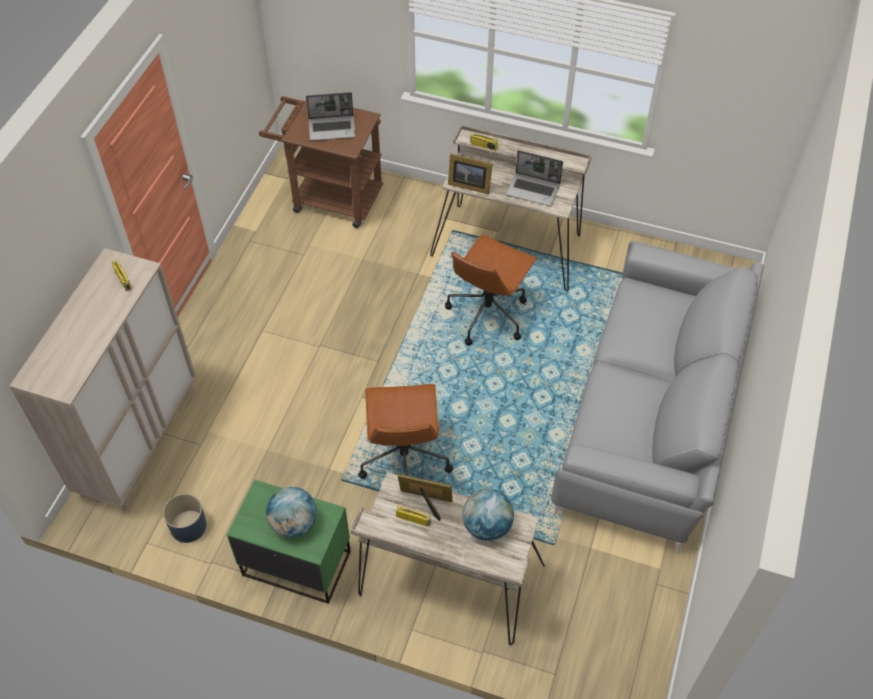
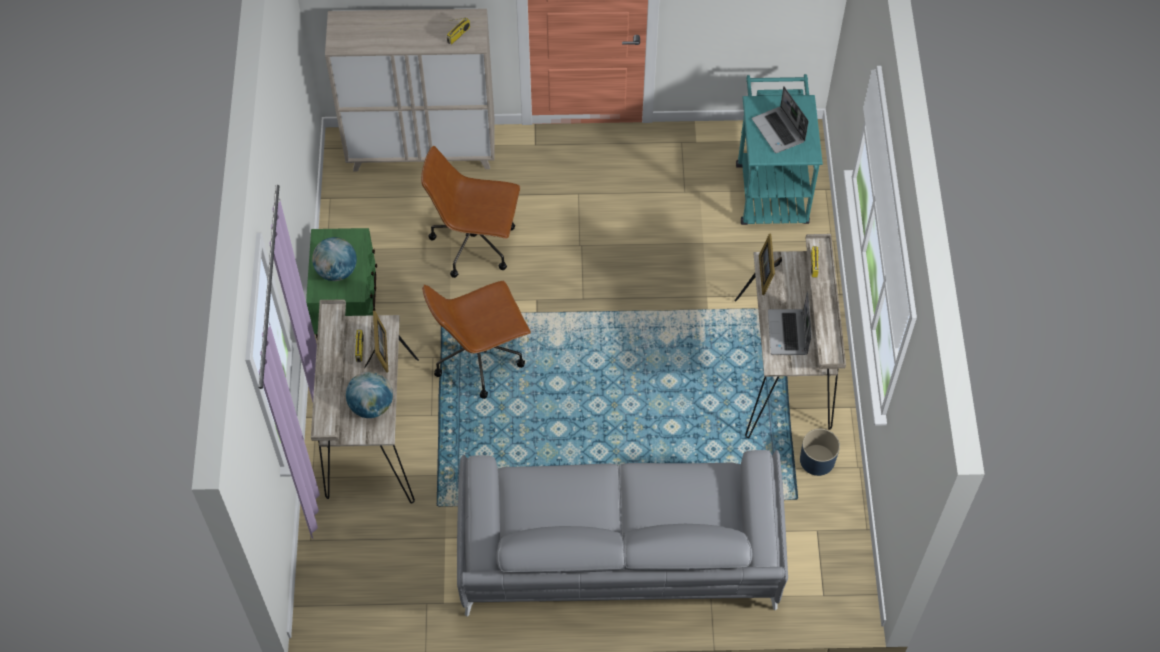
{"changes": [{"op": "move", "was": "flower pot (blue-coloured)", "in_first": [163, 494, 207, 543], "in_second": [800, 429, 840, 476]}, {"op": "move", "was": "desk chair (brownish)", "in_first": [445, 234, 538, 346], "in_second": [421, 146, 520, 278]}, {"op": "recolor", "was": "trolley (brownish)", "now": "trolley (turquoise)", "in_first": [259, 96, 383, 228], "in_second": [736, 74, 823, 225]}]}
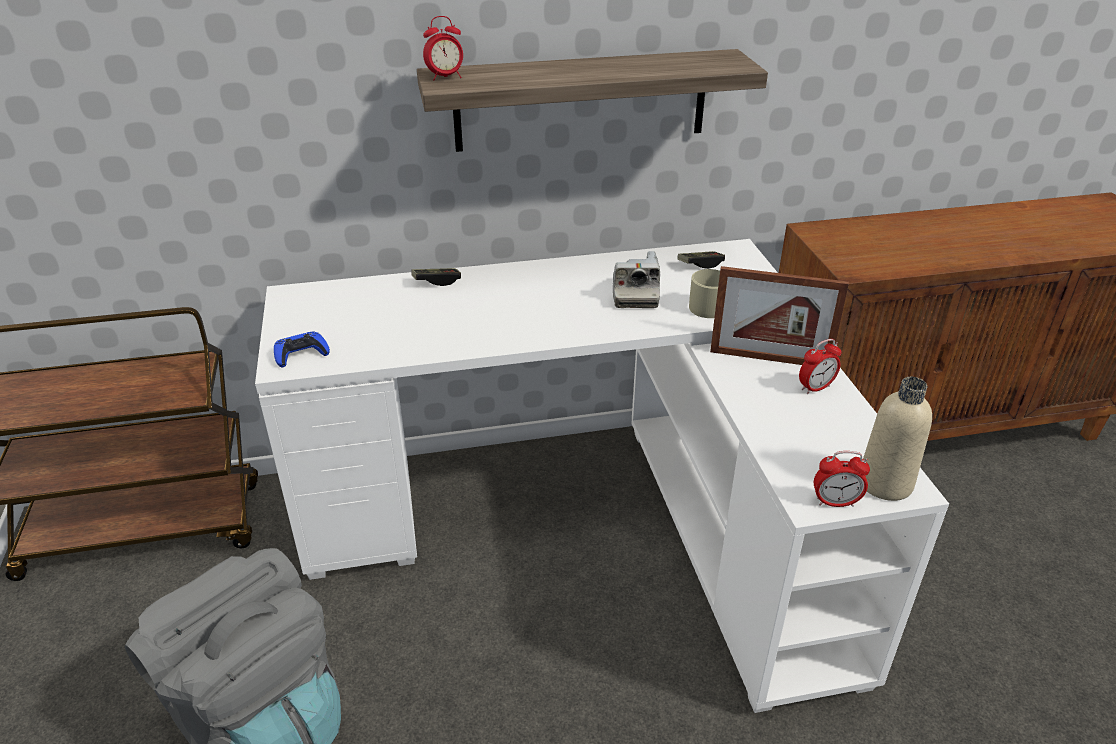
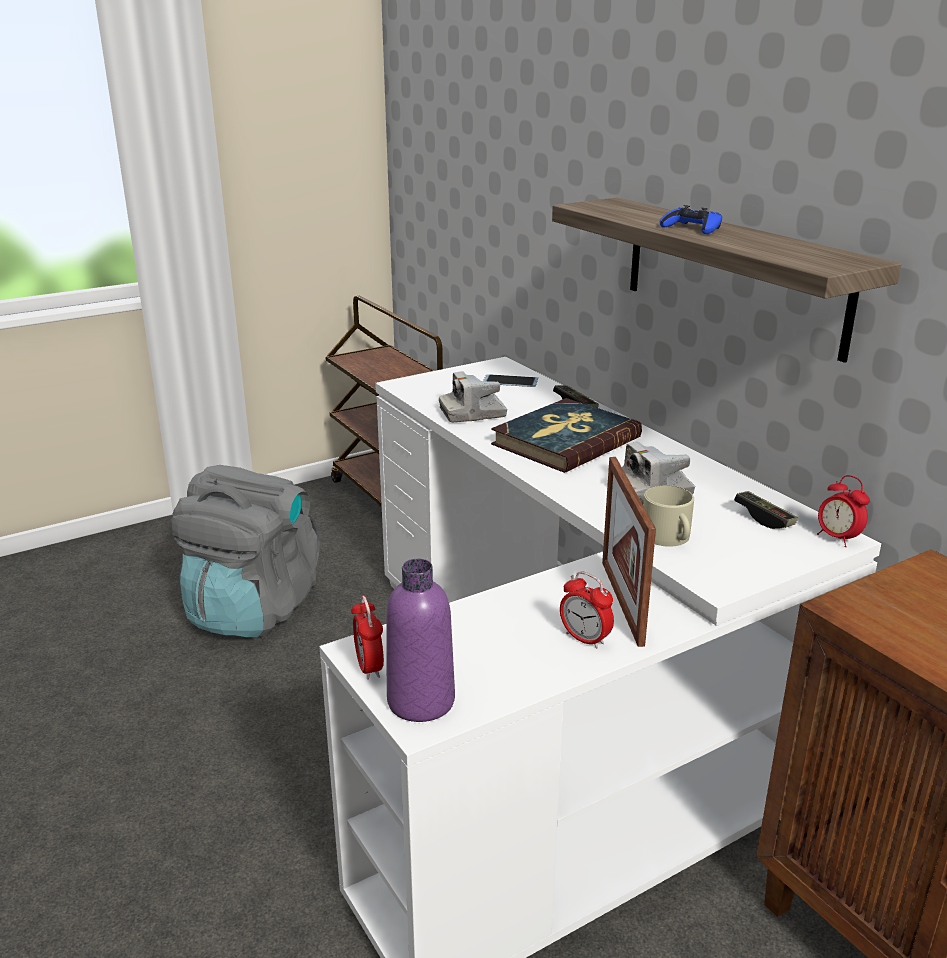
{"changes": [{"op": "insert", "now": "still camera", "in_second": [439, 371, 507, 423]}, {"op": "insert", "now": "handset", "in_second": [483, 374, 538, 387]}, {"op": "insert", "now": "volume", "in_second": [491, 398, 642, 473]}, {"op": "move", "was": "game controller (blue-coloured)", "in_first": [274, 331, 330, 368], "in_second": [660, 205, 722, 234]}, {"op": "move", "was": "table clock", "in_first": [423, 16, 463, 81], "in_second": [817, 475, 870, 547]}, {"op": "recolor", "was": "beverage bottle (beige)", "now": "beverage bottle (purplish)", "in_first": [863, 377, 932, 501], "in_second": [386, 559, 455, 722]}]}
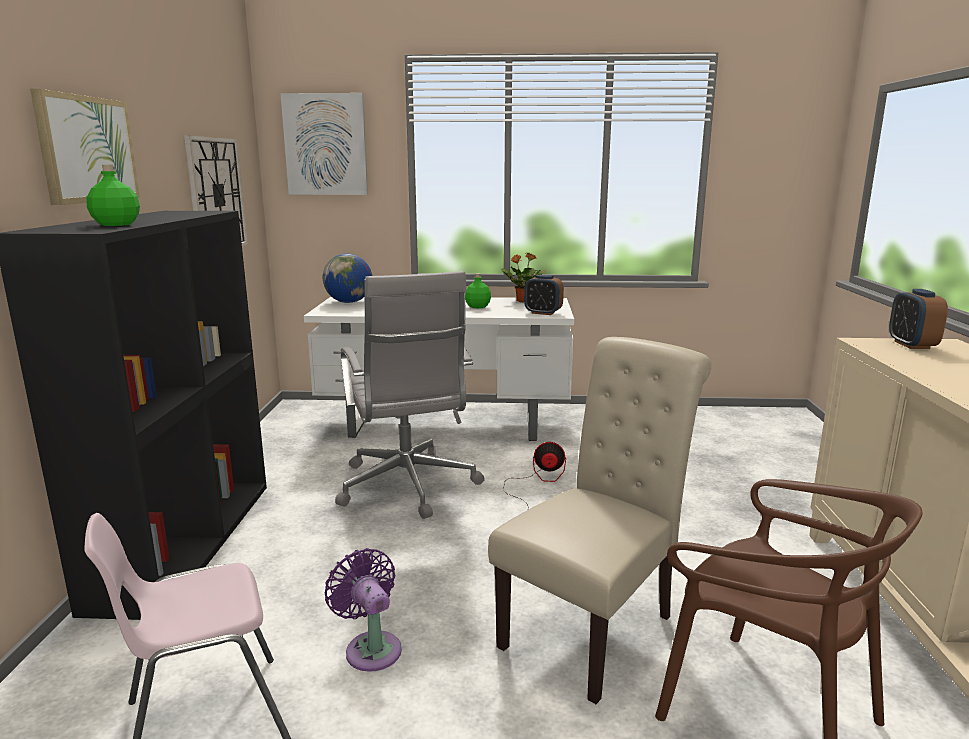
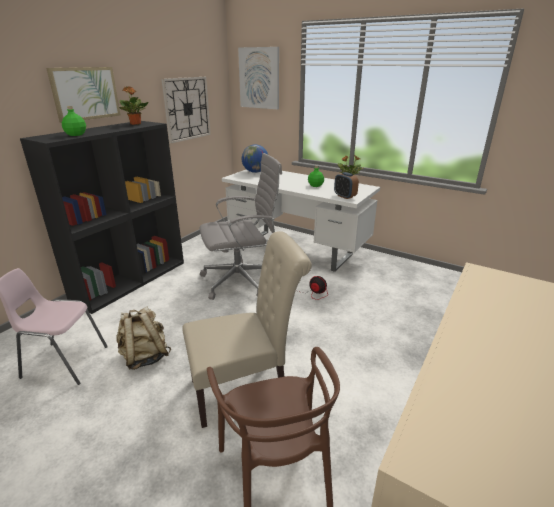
{"changes": [{"op": "delete", "was": "table clock", "in_first": [889, 289, 948, 349]}, {"op": "insert", "now": "plant in a pot", "in_second": [119, 86, 148, 125]}, {"op": "replace", "was": "electric fan (purplish)", "now": "rucksack (beige)", "in_first": [325, 548, 402, 672], "in_second": [116, 307, 171, 370]}, {"op": "rotate", "was": "desk chair (grey)", "in_first": [335, 271, 485, 519], "in_second": [200, 153, 282, 300], "clockwise": -120}]}
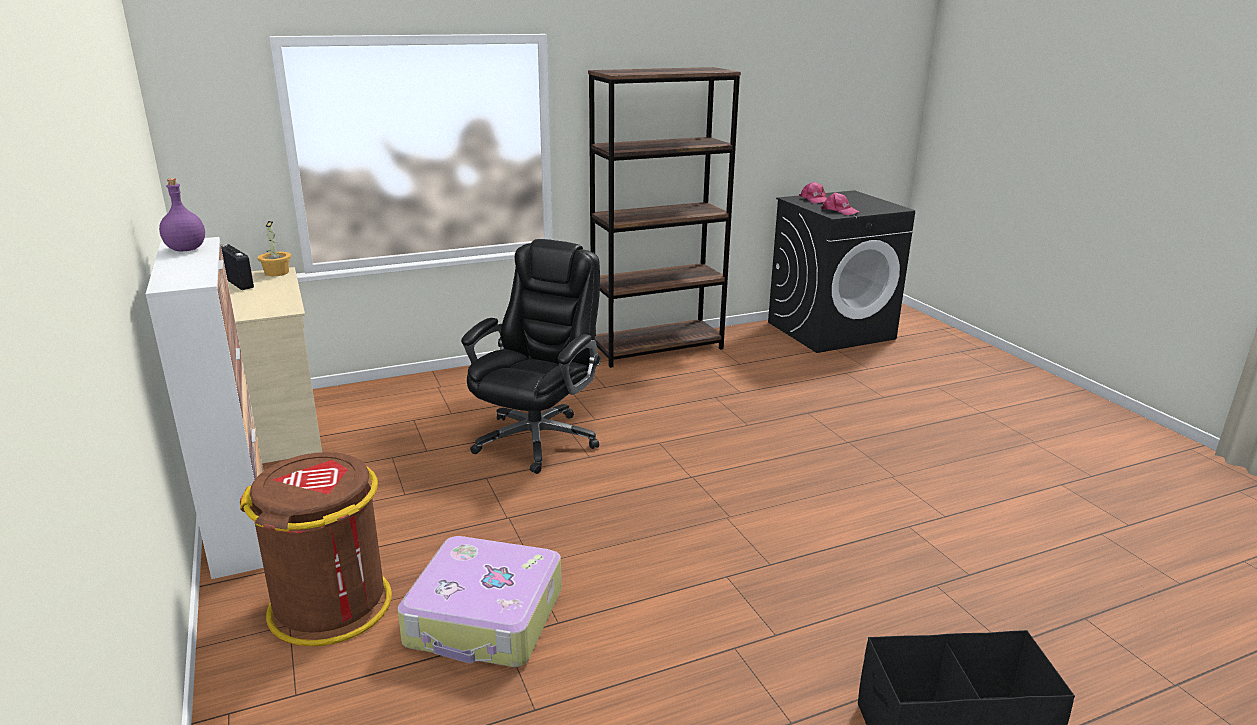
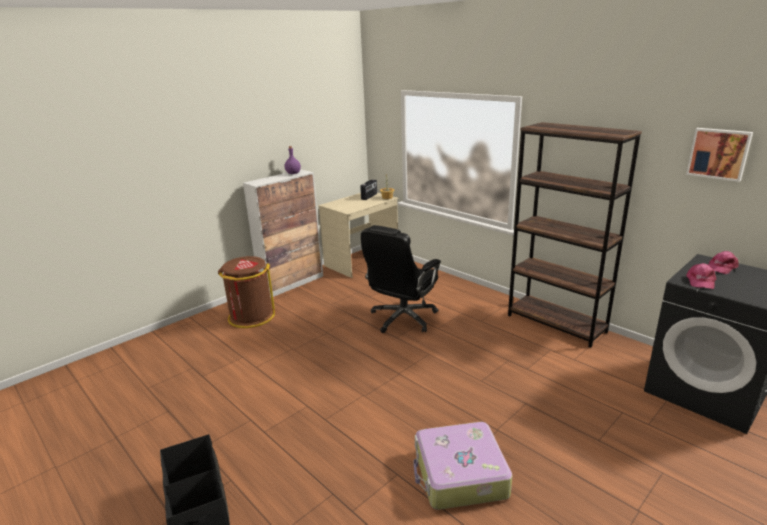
{"changes": [{"op": "insert", "now": "wall art", "in_second": [686, 128, 753, 182]}, {"op": "move", "was": "piece of luggage", "in_first": [397, 536, 562, 667], "in_second": [413, 422, 512, 510]}, {"op": "rotate", "was": "desk chair (blackish)", "in_first": [461, 239, 601, 474], "in_second": [361, 225, 441, 333], "clockwise": 120}]}
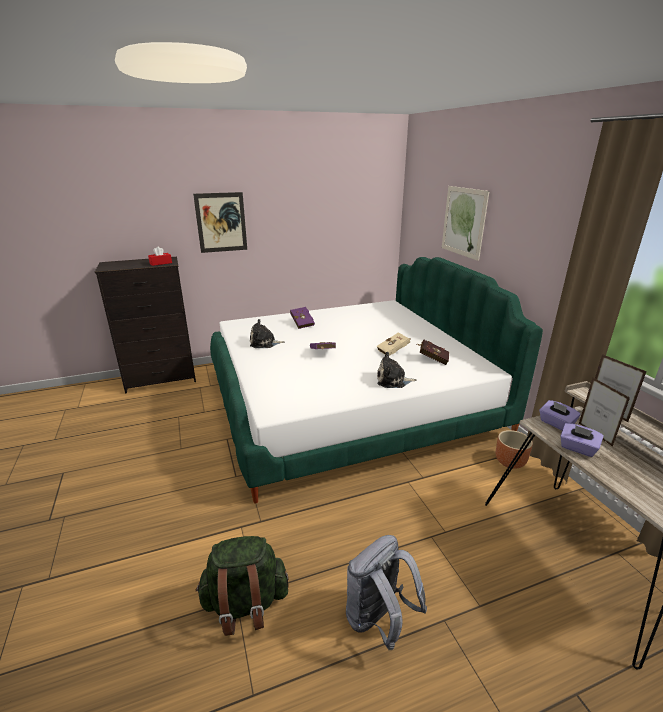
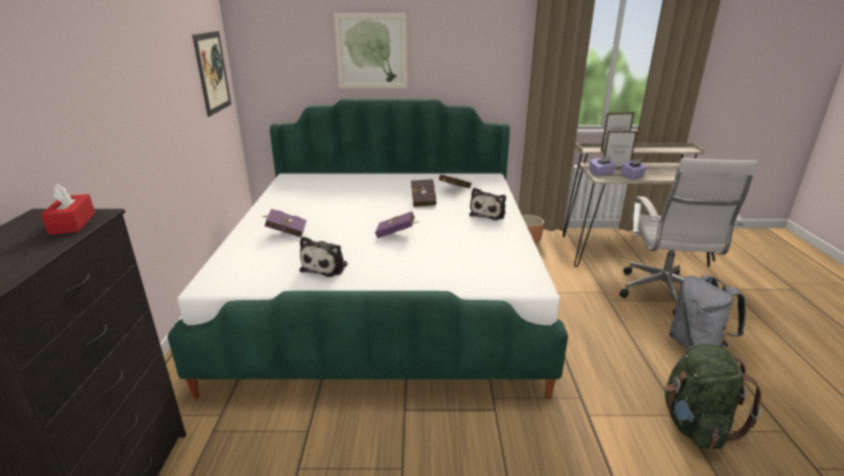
{"changes": [{"op": "insert", "now": "desk chair (white)", "in_second": [619, 158, 758, 316]}, {"op": "move", "was": "wall art", "in_first": [193, 192, 247, 253], "in_second": [192, 31, 231, 117]}, {"op": "recolor", "was": "volume (beige)", "now": "volume (reddish)", "in_first": [377, 332, 411, 356], "in_second": [411, 179, 436, 207]}]}
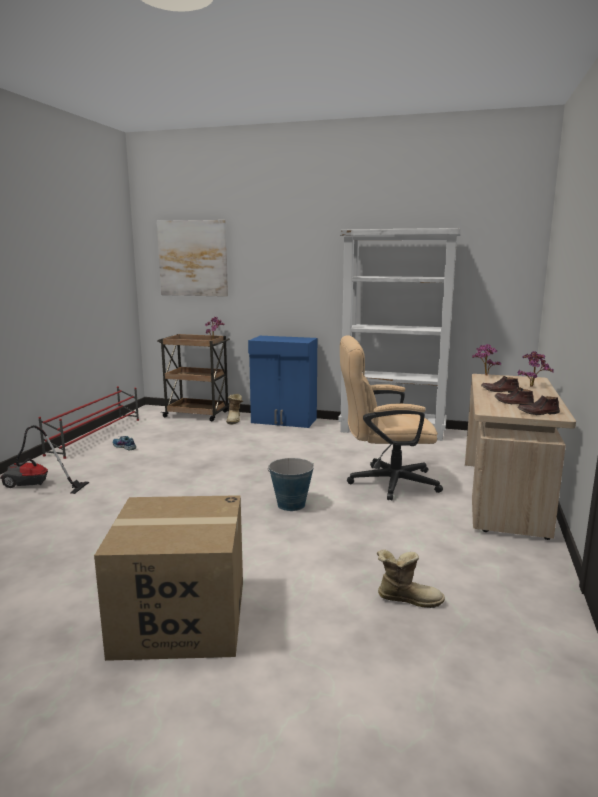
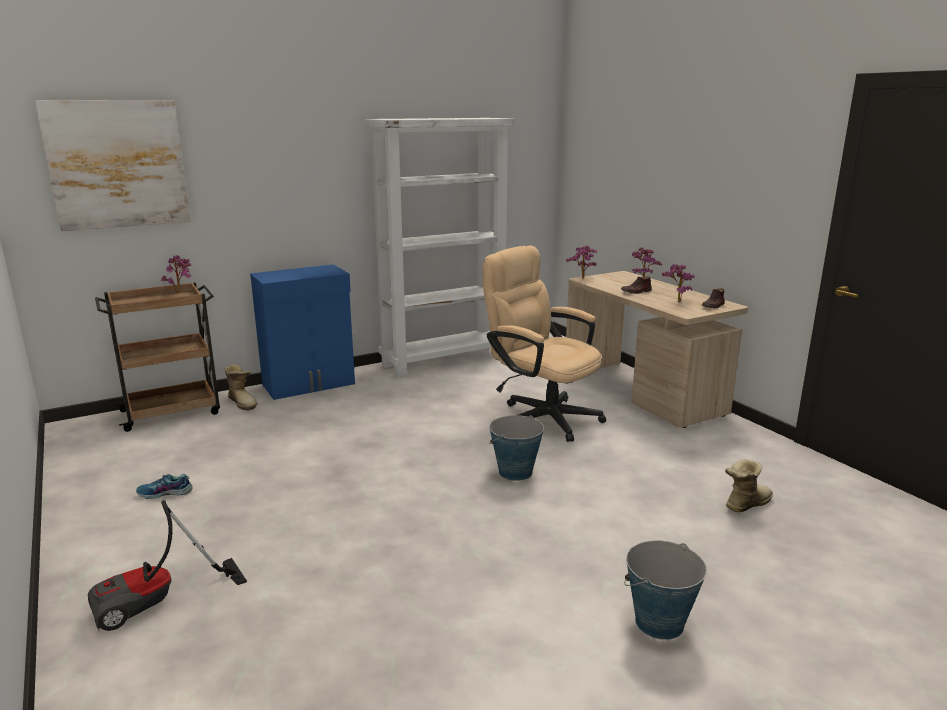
{"changes": [{"op": "delete", "was": "shoe shelf (reddish)", "in_first": [38, 386, 139, 459]}, {"op": "replace", "was": "carton", "now": "water bucket", "in_first": [94, 495, 243, 661], "in_second": [624, 540, 707, 640]}, {"op": "replace", "was": "item of footwear (brownish)", "now": "plant in a pot", "in_first": [495, 387, 534, 405], "in_second": [662, 264, 695, 302]}, {"op": "rotate", "was": "desk chair (beige)", "in_first": [340, 335, 443, 500], "in_second": [483, 245, 606, 442], "clockwise": 90}]}
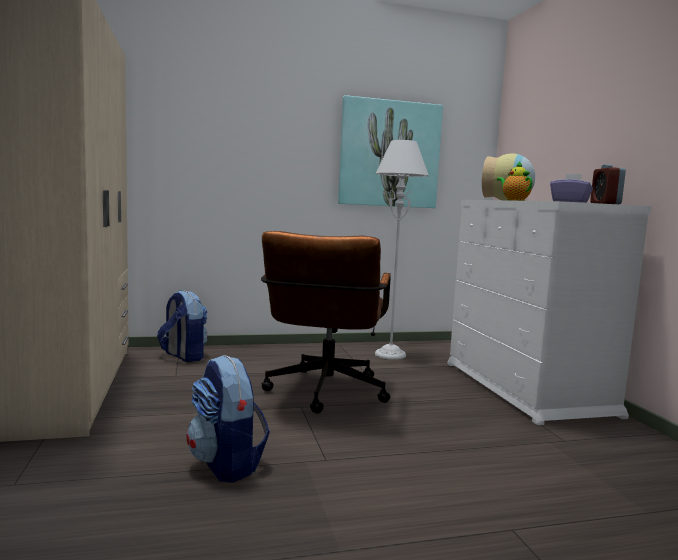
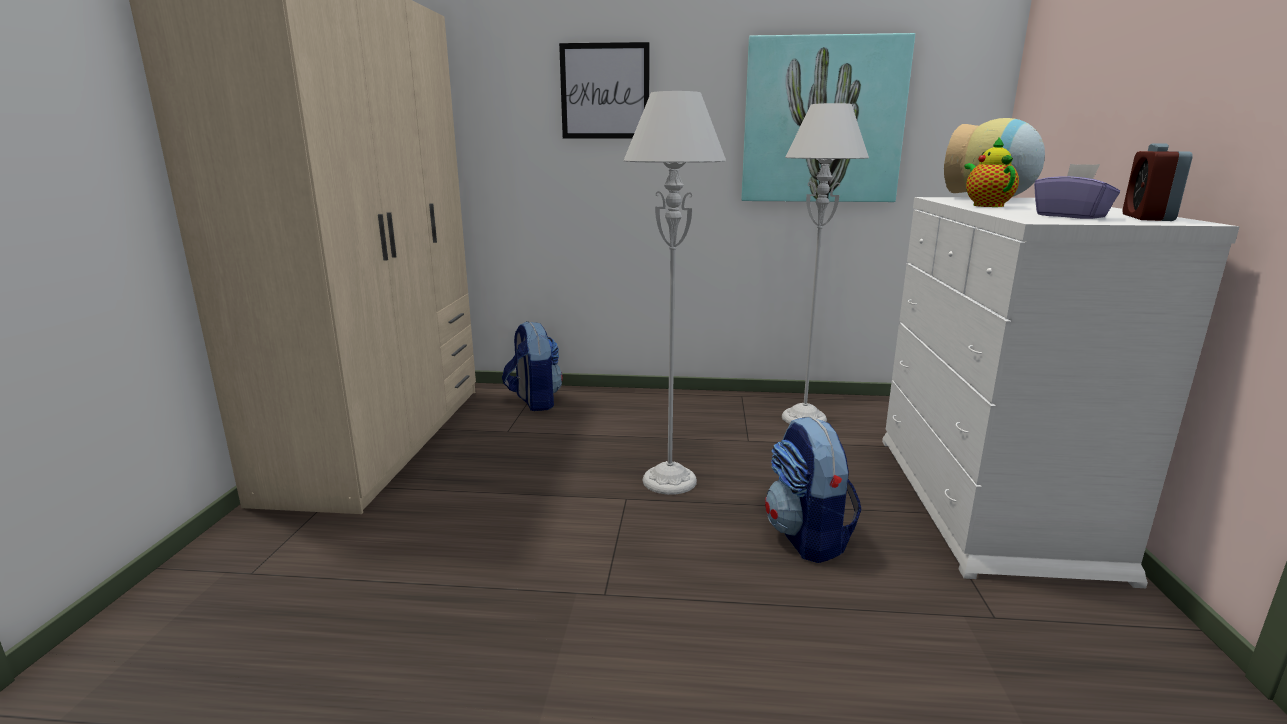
{"changes": [{"op": "insert", "now": "wall art", "in_second": [559, 42, 650, 139]}, {"op": "move", "was": "rucksack", "in_first": [187, 355, 270, 483], "in_second": [765, 417, 862, 563]}, {"op": "replace", "was": "desk chair (brownish)", "now": "standing lamp (grey)", "in_first": [261, 231, 391, 413], "in_second": [624, 91, 726, 495]}]}
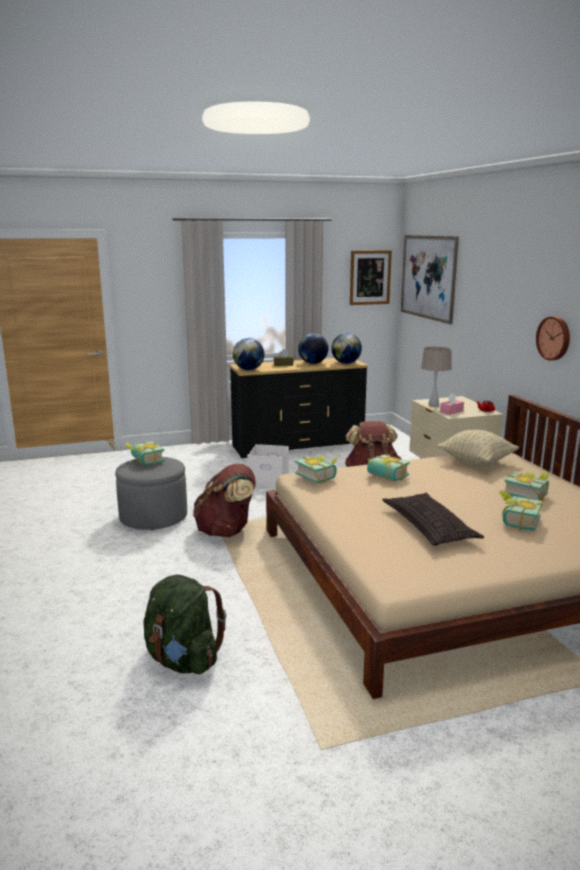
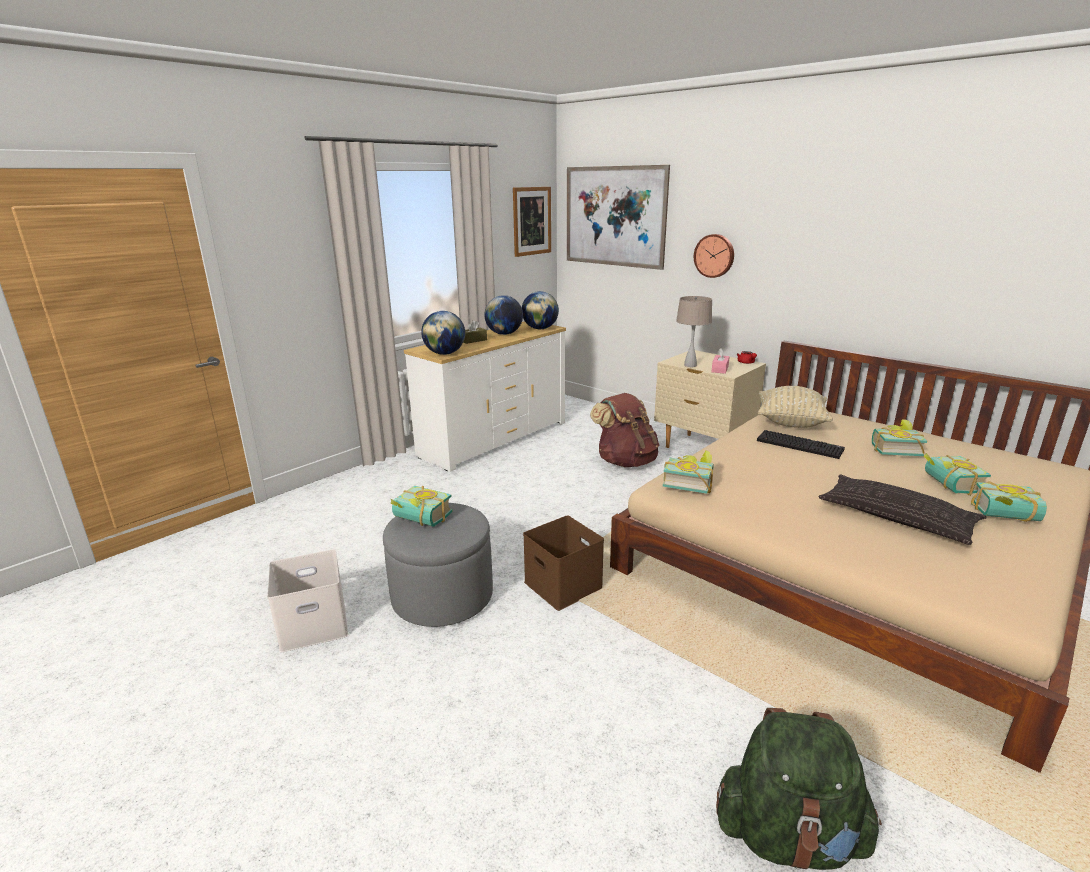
{"changes": [{"op": "insert", "now": "computer keyboard", "in_second": [757, 430, 845, 459]}, {"op": "move", "was": "storage box (white)", "in_first": [248, 444, 289, 490], "in_second": [267, 549, 348, 653]}, {"op": "move", "was": "volume", "in_first": [367, 454, 410, 481], "in_second": [971, 481, 1047, 522]}, {"op": "move", "was": "wall clock", "in_first": [536, 316, 570, 361], "in_second": [694, 234, 734, 278]}, {"op": "replace", "was": "rucksack (brownish)", "now": "storage box (brownish)", "in_first": [193, 463, 256, 537], "in_second": [523, 516, 604, 611]}, {"op": "recolor", "was": "dresser (blackish)", "now": "dresser (white)", "in_first": [229, 358, 368, 458], "in_second": [404, 321, 566, 472]}]}
